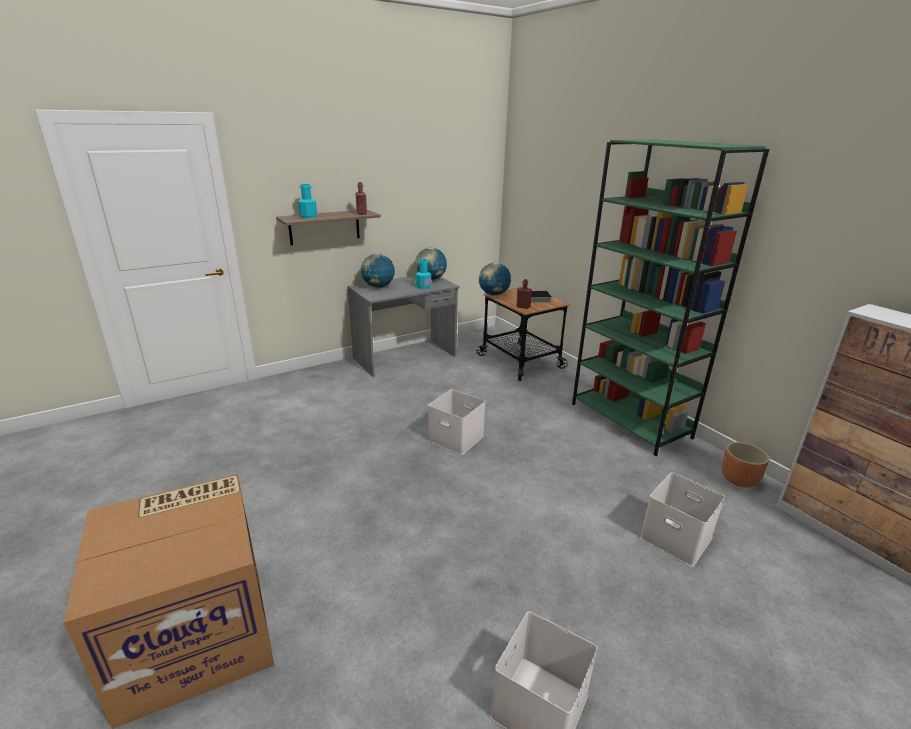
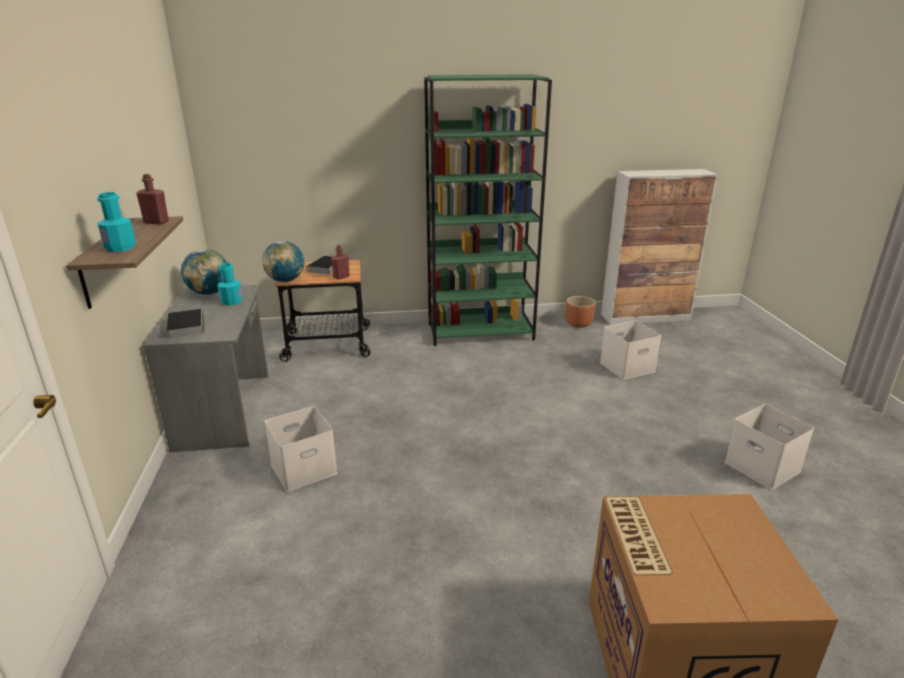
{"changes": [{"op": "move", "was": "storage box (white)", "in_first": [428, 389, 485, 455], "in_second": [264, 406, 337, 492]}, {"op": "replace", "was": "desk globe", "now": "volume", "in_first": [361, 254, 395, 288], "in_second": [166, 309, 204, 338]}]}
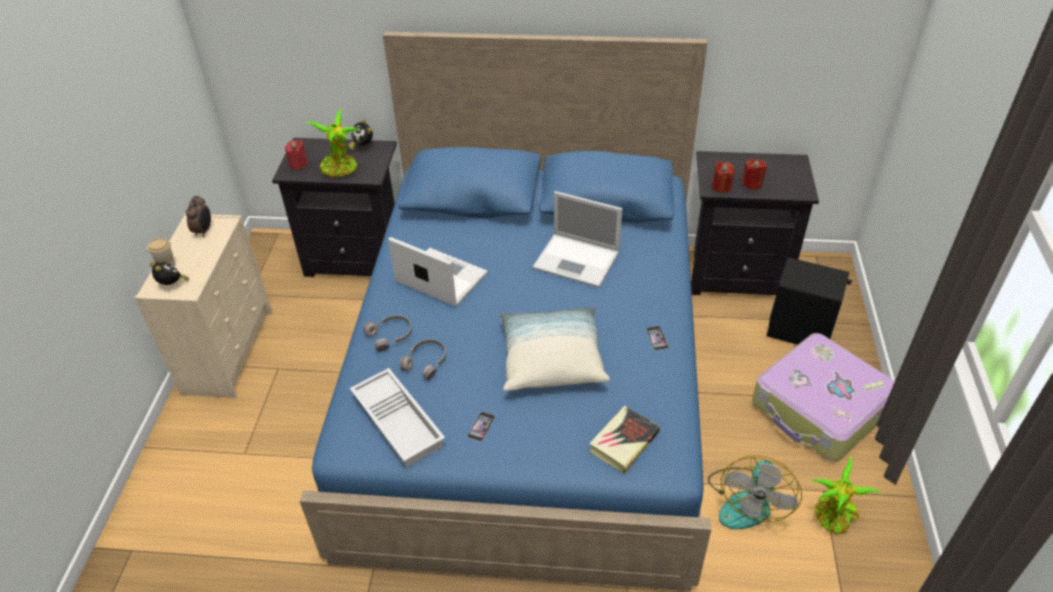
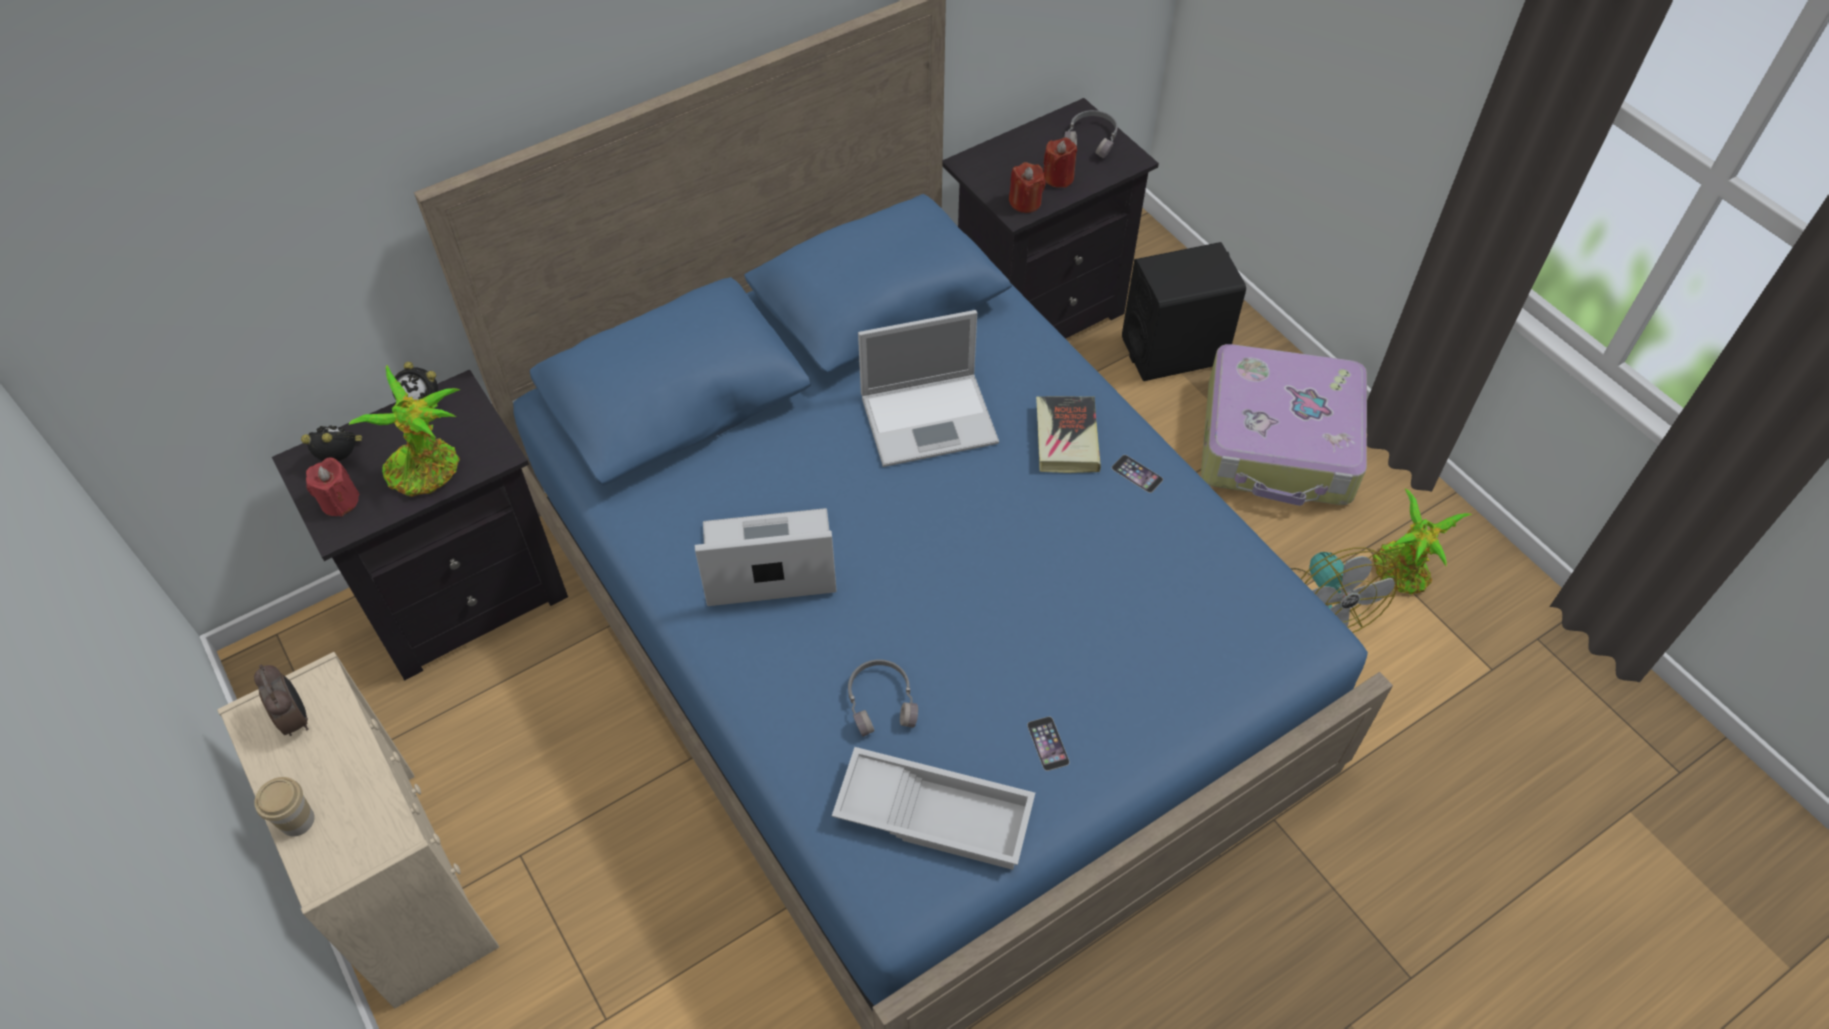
{"changes": [{"op": "delete", "was": "pillow", "in_first": [500, 307, 610, 391]}, {"op": "move", "was": "table clock", "in_first": [150, 262, 189, 285], "in_second": [301, 425, 362, 461]}, {"op": "move", "was": "pair of headphones (grey)", "in_first": [363, 315, 412, 352], "in_second": [1064, 110, 1118, 159]}, {"op": "move", "was": "volume", "in_first": [589, 406, 660, 474], "in_second": [1036, 396, 1101, 473]}]}
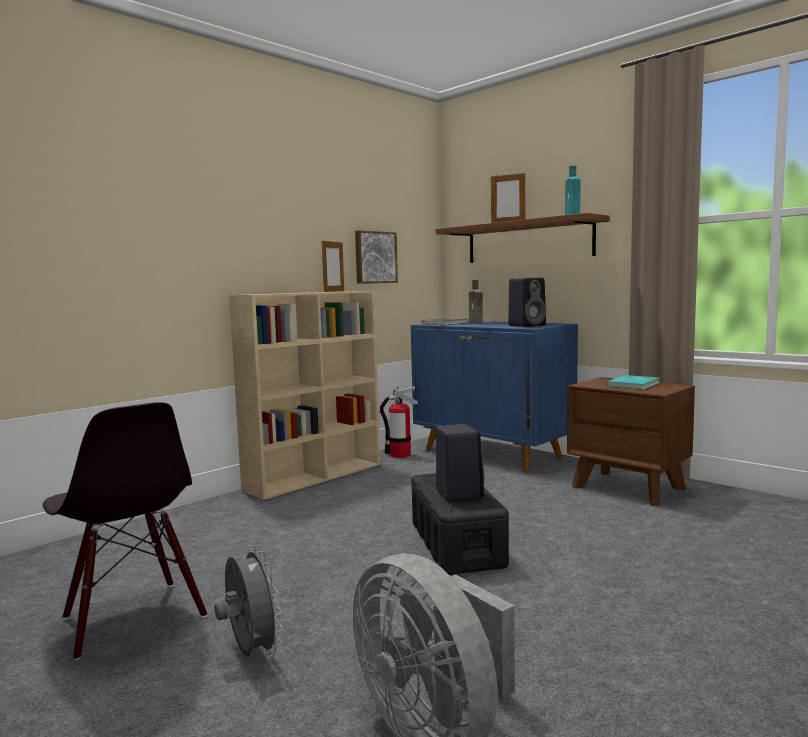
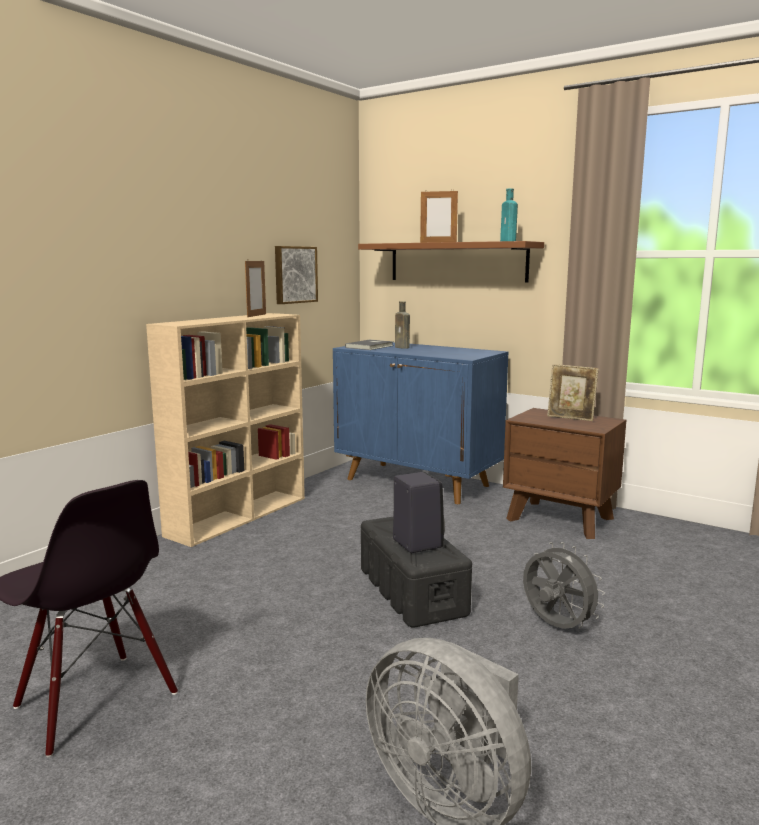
{"changes": [{"op": "delete", "was": "fire-fighting cylinder", "in_first": [380, 386, 418, 458]}, {"op": "delete", "was": "loudspeaker (blackish)", "in_first": [508, 278, 546, 327]}, {"op": "move", "was": "electric fan (grey)", "in_first": [214, 545, 283, 657], "in_second": [523, 542, 605, 629]}, {"op": "replace", "was": "volume (turquoise)", "now": "picture frame", "in_first": [606, 375, 661, 390], "in_second": [547, 364, 598, 421]}]}
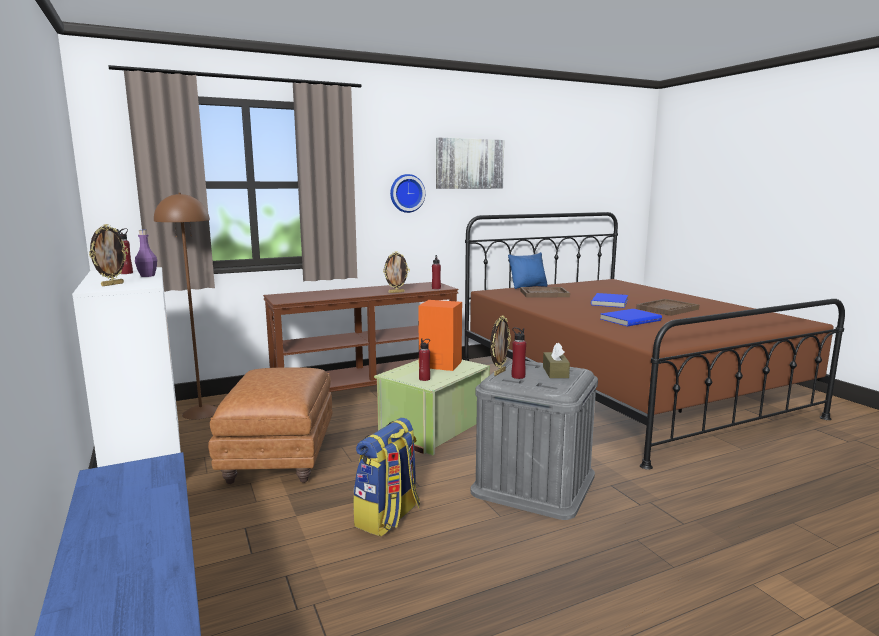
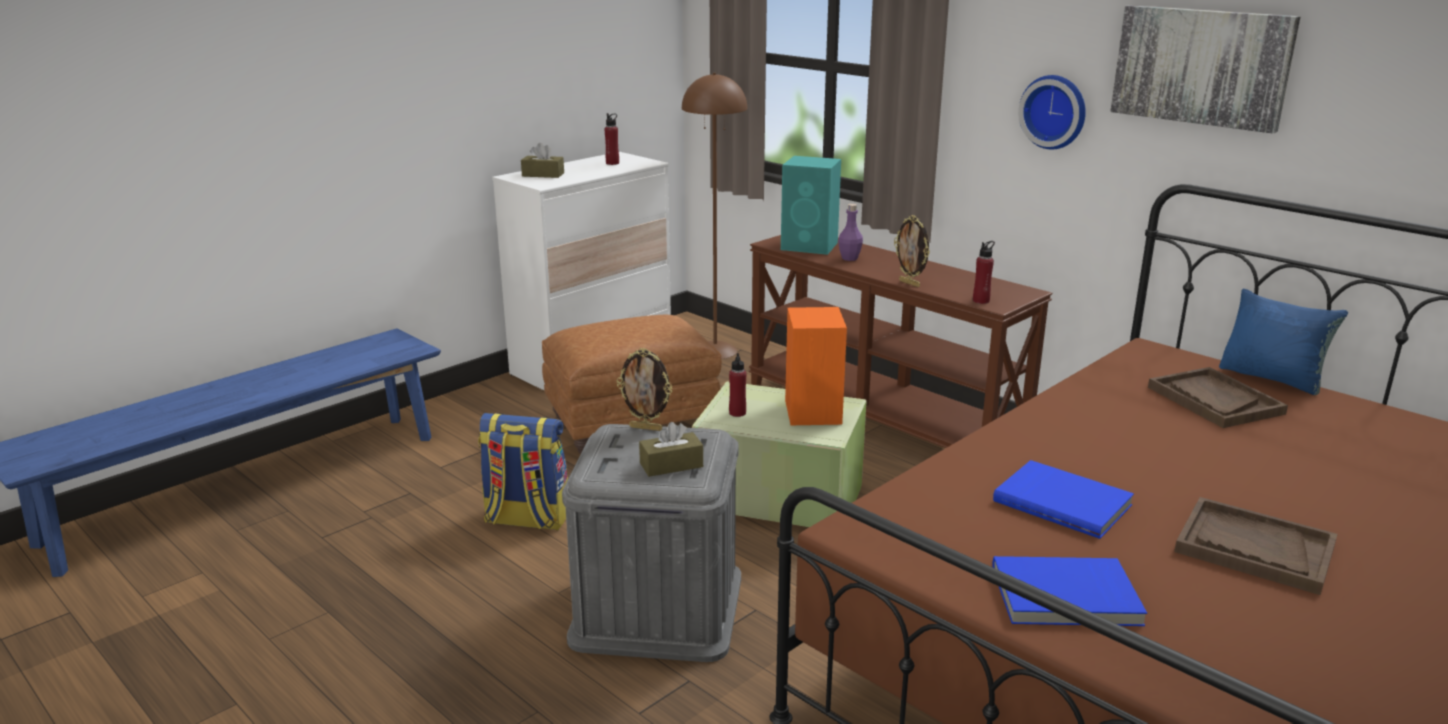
{"changes": [{"op": "delete", "was": "beverage bottle (reddish)", "in_first": [512, 327, 526, 379]}, {"op": "insert", "now": "loudspeaker (turquoise)", "in_second": [781, 156, 841, 255]}, {"op": "move", "was": "beverage bottle (purplish)", "in_first": [135, 230, 157, 277], "in_second": [838, 204, 863, 261]}, {"op": "move", "was": "volume (blue-coloured)", "in_first": [591, 293, 628, 308], "in_second": [992, 556, 1147, 626]}, {"op": "replace", "was": "picture frame", "now": "tissue holder (brownish)", "in_first": [89, 224, 128, 286], "in_second": [521, 143, 564, 178]}]}
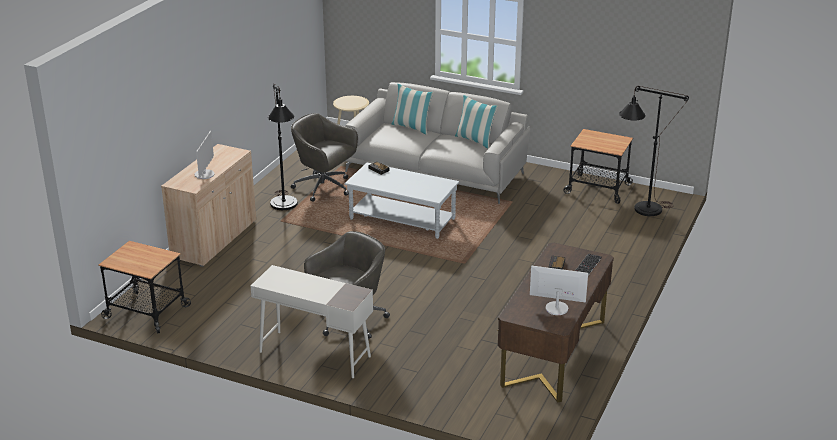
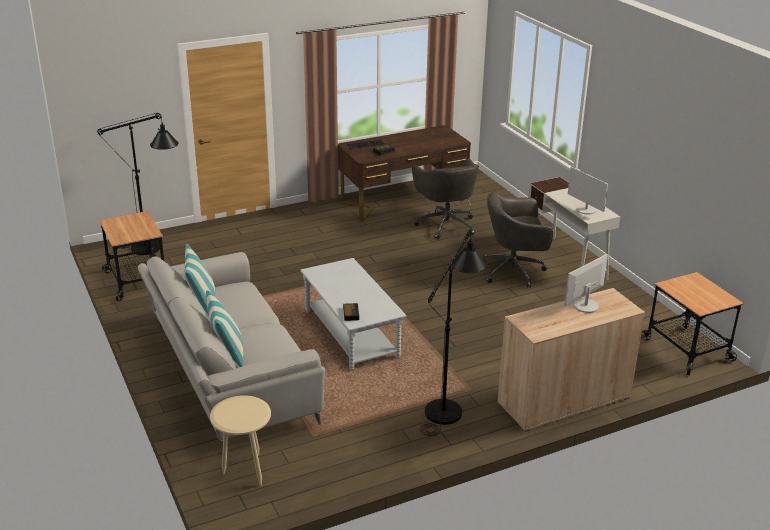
{"changes": [{"op": "move", "was": "desk chair (grey)", "in_first": [291, 113, 358, 202], "in_second": [412, 159, 479, 239]}, {"op": "move", "was": "computer screen", "in_first": [530, 265, 588, 315], "in_second": [568, 167, 608, 214]}]}
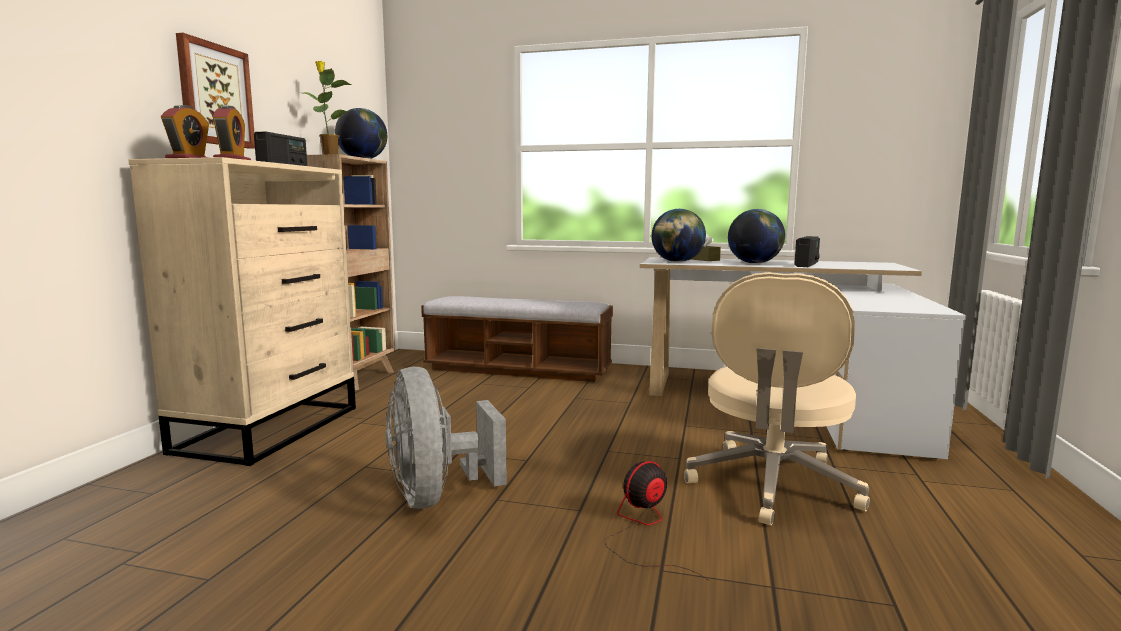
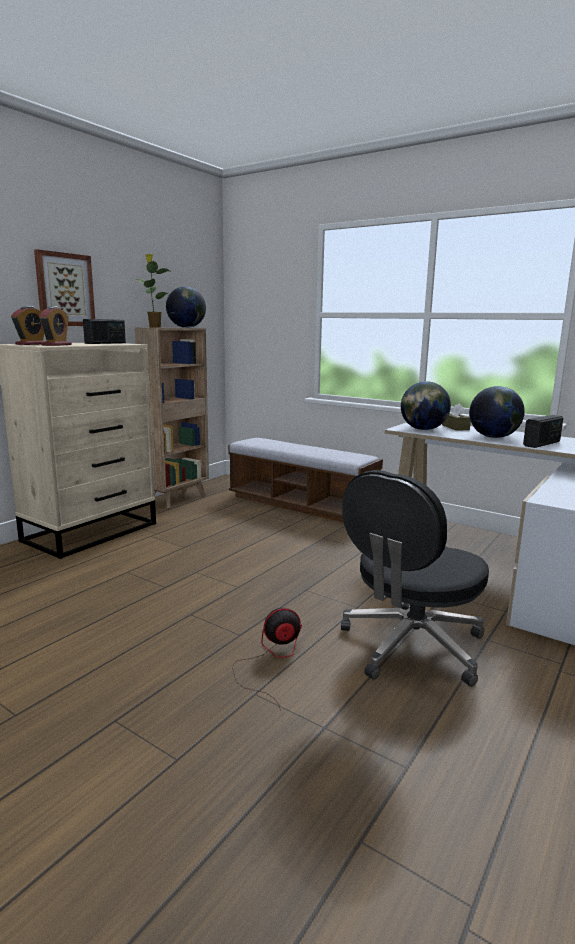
{"changes": [{"op": "delete", "was": "electric fan (grey)", "in_first": [385, 367, 507, 509]}, {"op": "recolor", "was": "desk chair (beige)", "now": "desk chair (blackish)", "in_first": [684, 272, 870, 525], "in_second": [341, 470, 489, 687]}]}
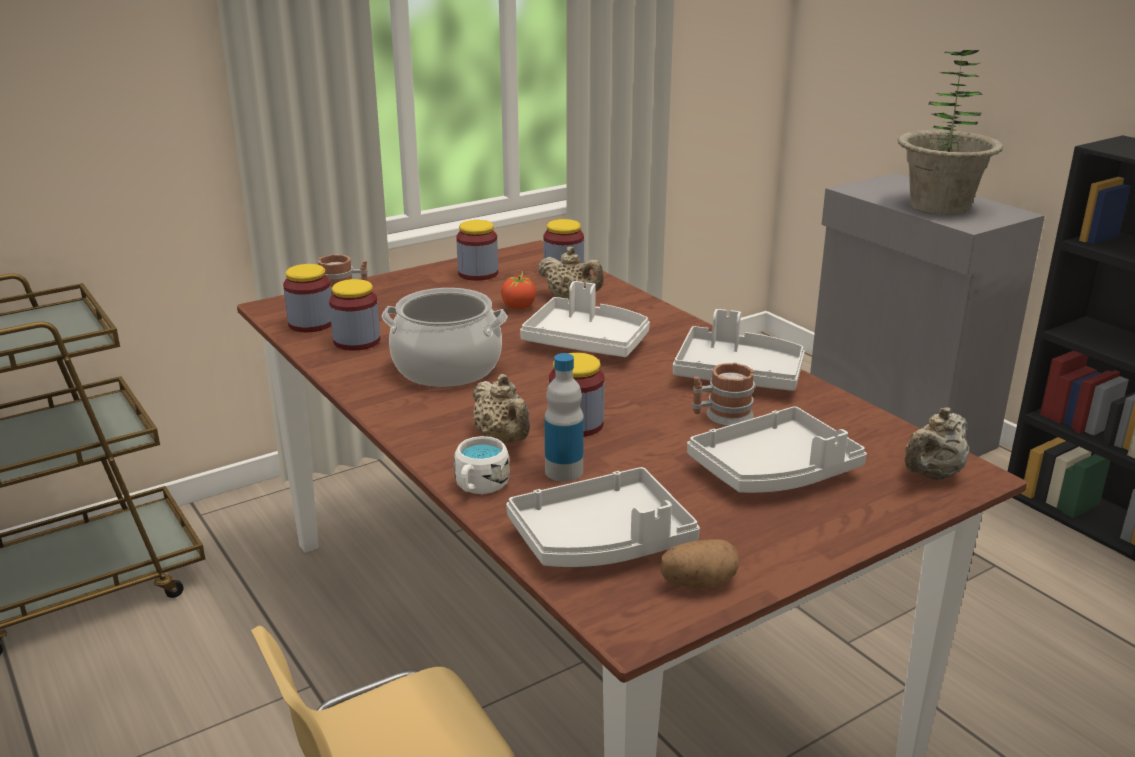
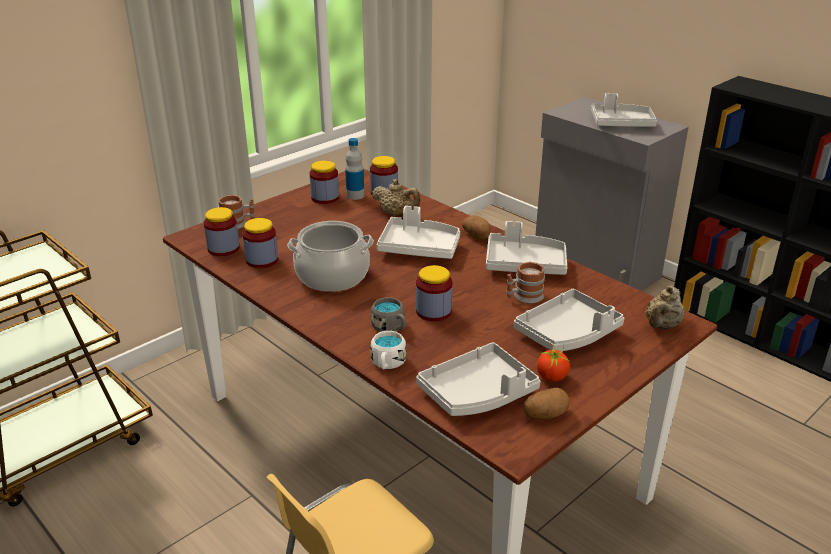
{"changes": [{"op": "insert", "now": "whole potato", "in_second": [462, 216, 491, 240]}, {"op": "move", "was": "fresh tomato", "in_first": [501, 270, 536, 309], "in_second": [537, 343, 570, 382]}, {"op": "move", "was": "beverage bottle", "in_first": [545, 353, 584, 482], "in_second": [345, 138, 365, 200]}, {"op": "replace", "was": "teapot (beige)", "now": "coffee mug (grey)", "in_first": [472, 374, 530, 443], "in_second": [371, 297, 406, 332]}, {"op": "replace", "was": "plant in a pot", "now": "serving tray (grey)", "in_first": [898, 50, 1003, 215], "in_second": [591, 93, 657, 127]}]}
